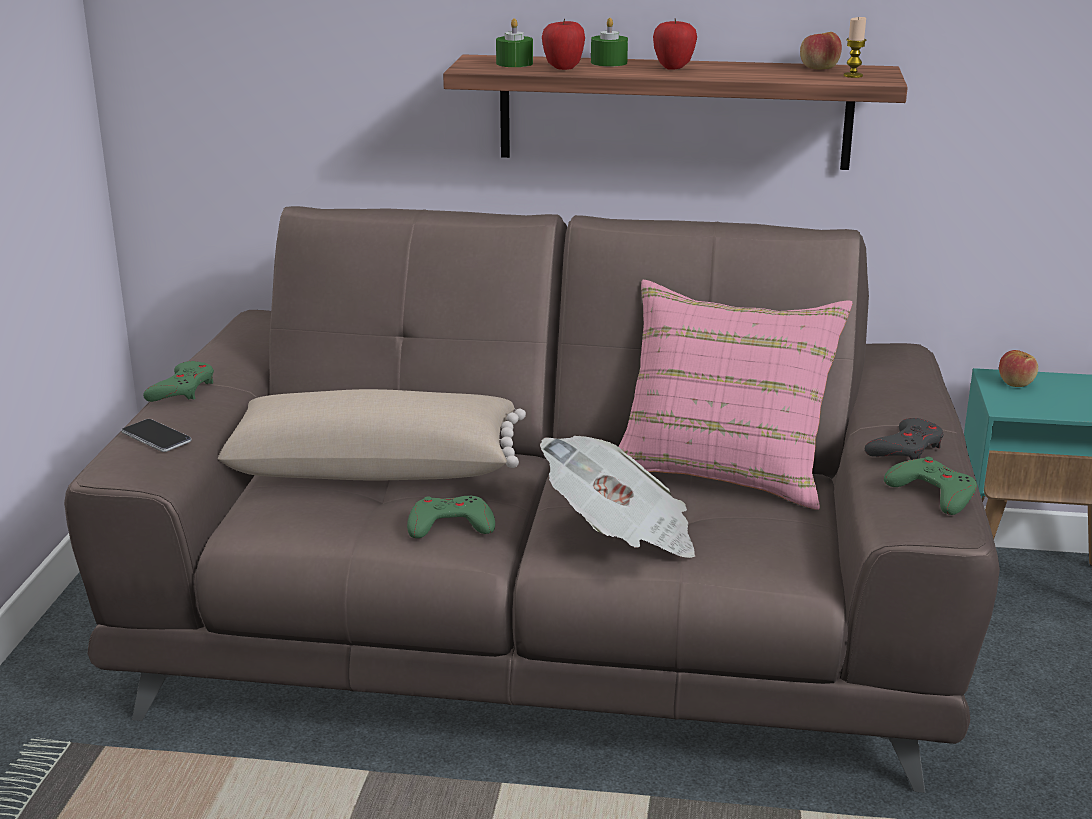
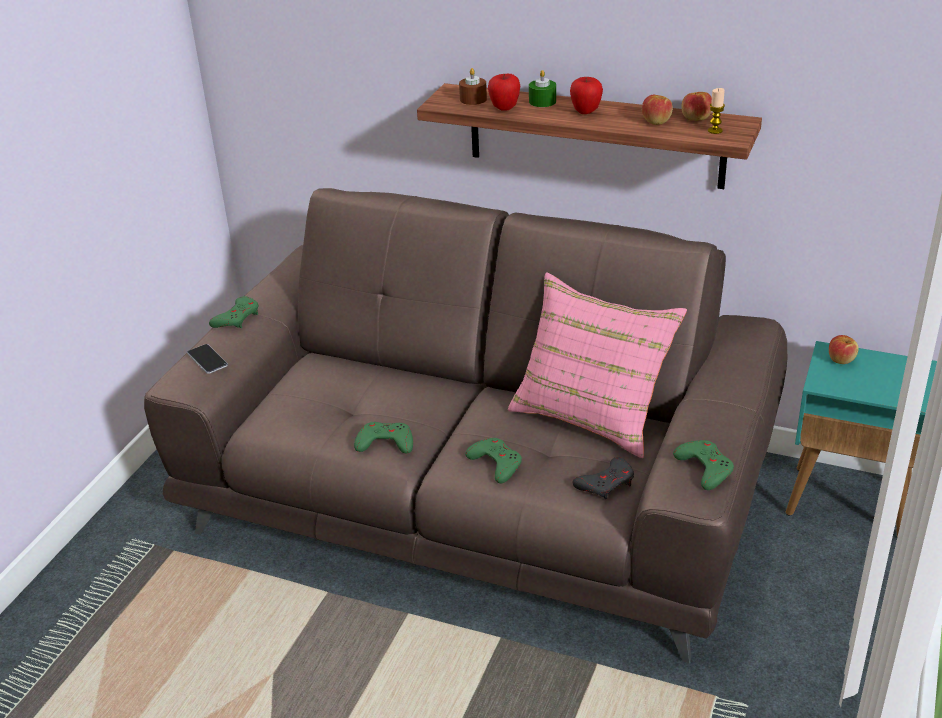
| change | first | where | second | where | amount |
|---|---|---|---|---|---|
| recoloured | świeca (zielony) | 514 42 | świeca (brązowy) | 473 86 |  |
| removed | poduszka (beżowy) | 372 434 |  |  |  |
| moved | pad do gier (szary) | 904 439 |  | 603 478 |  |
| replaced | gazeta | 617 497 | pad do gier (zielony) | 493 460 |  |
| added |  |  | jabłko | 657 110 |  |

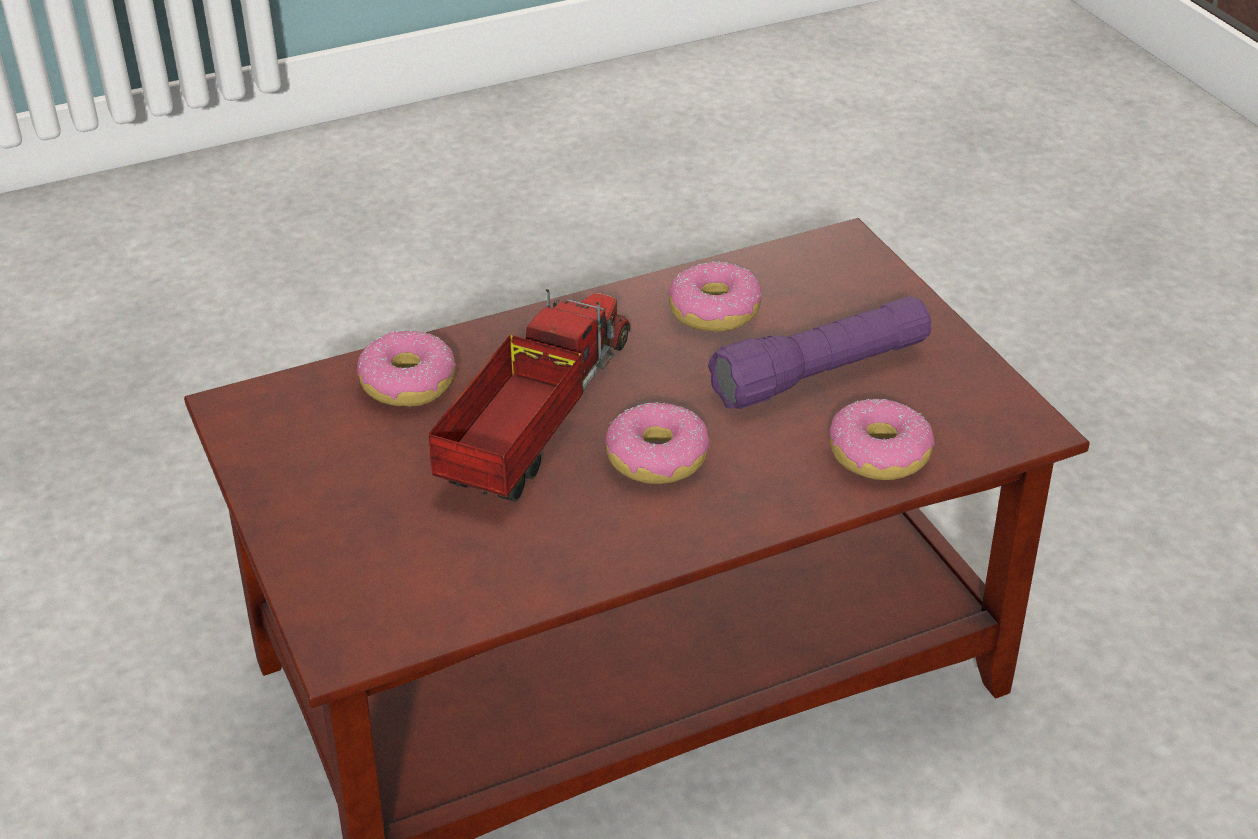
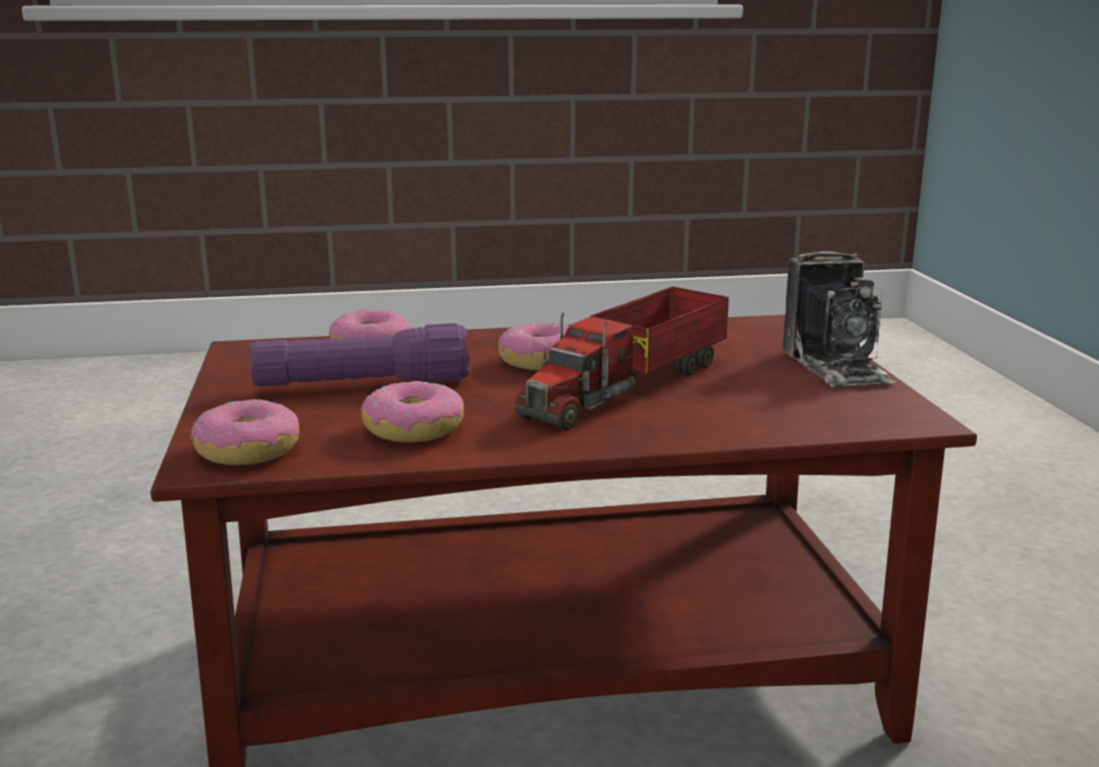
| change | first | where | second | where | amount |
|---|---|---|---|---|---|
| moved | donut | 406 368 |  | 245 432 |  |
| added |  |  | aparat fotograficzny | 839 319 |  |

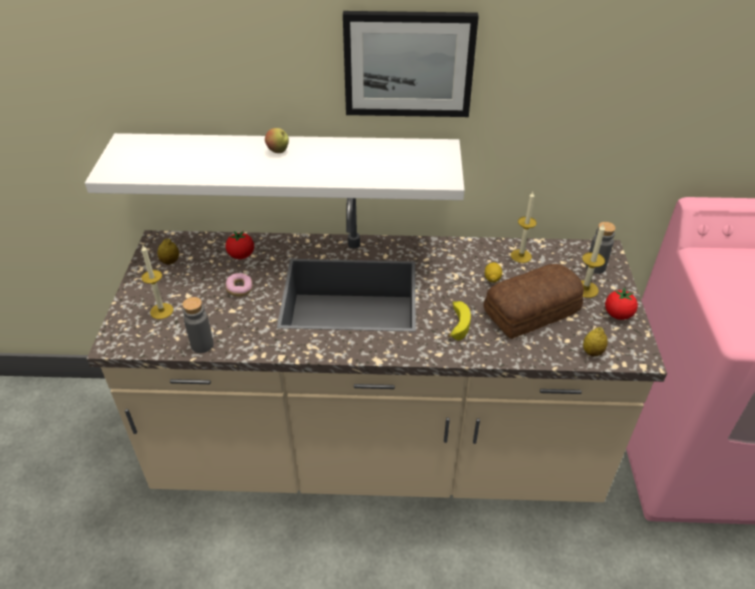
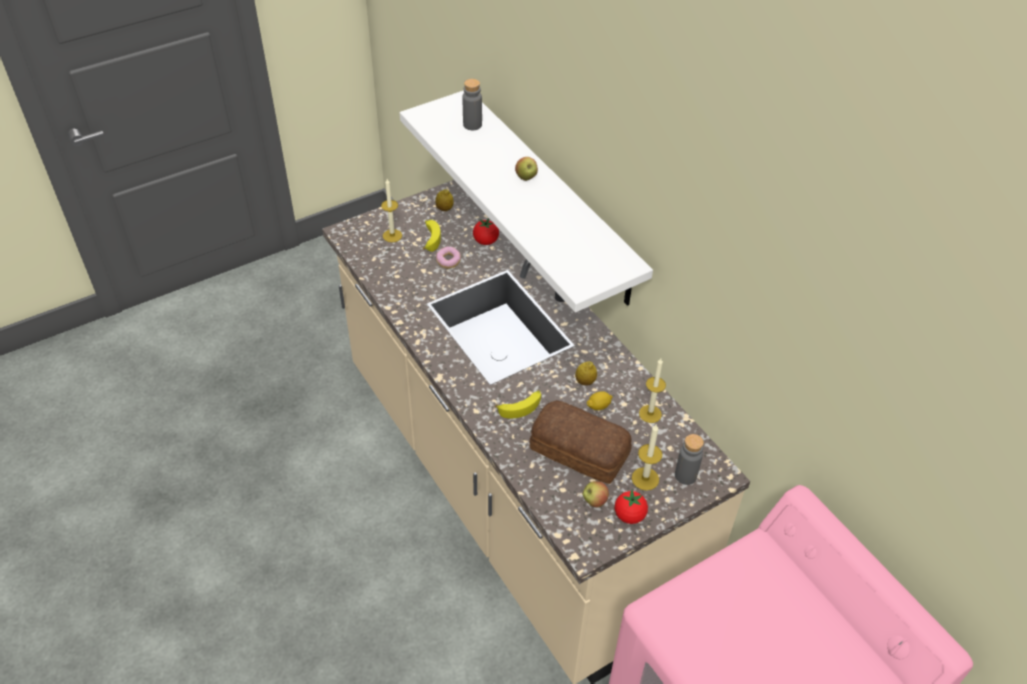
| change | first | where | second | where | amount |
|---|---|---|---|---|---|
| removed | obraz | 411 64 |  |  |  |
| moved | butelka (szary) | 198 325 |  | 472 104 |  |
| moved | cytryna | 595 342 |  | 586 373 |  |
| added |  |  | banan | 432 236 |  |
| added |  |  | jabłko | 596 494 |  |

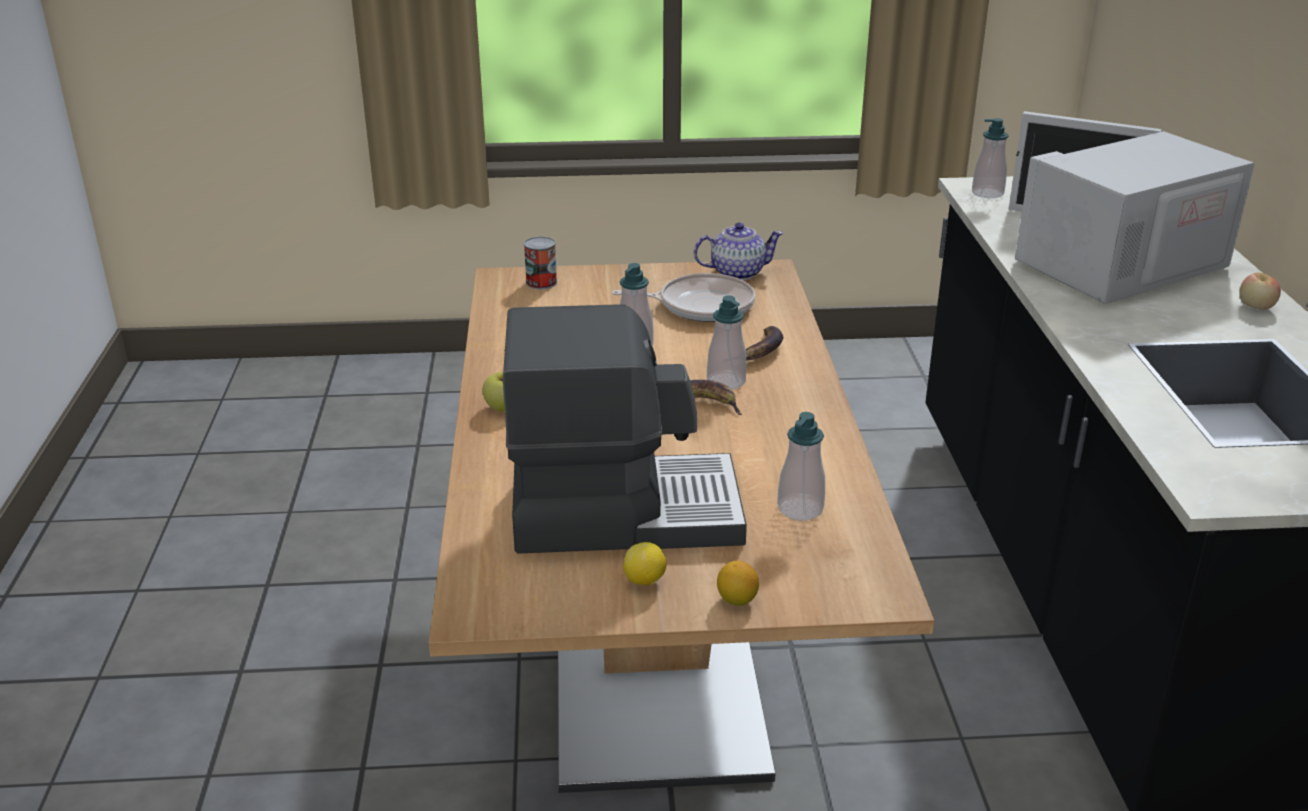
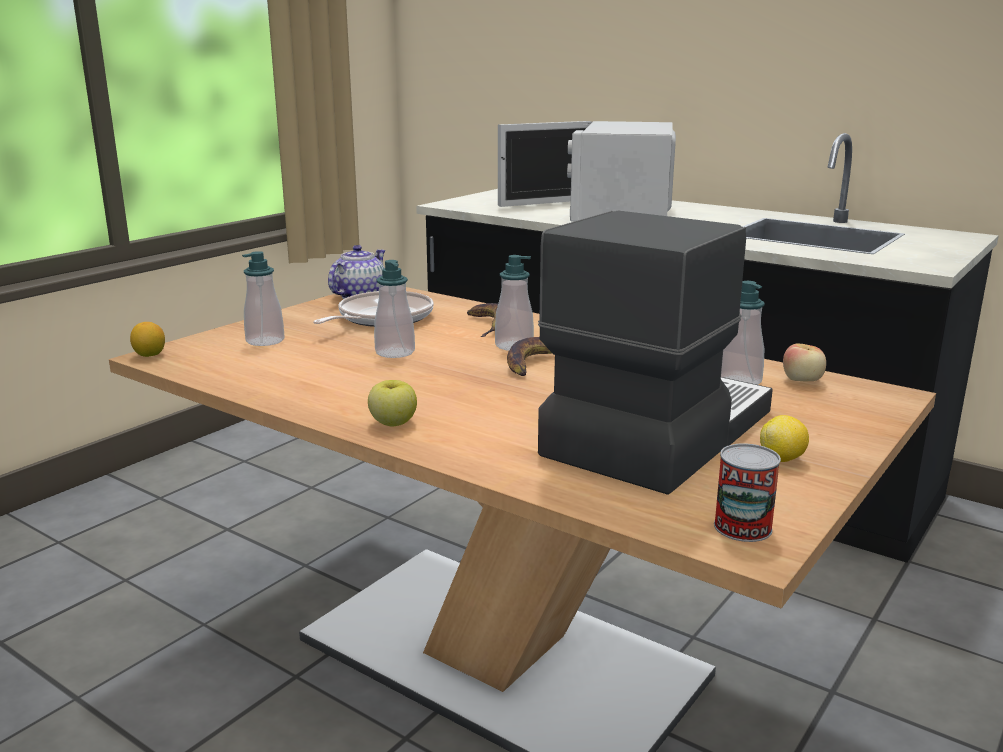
| change | first | where | second | where | amount |
|---|---|---|---|---|---|
| moved | dozownik mydła | 990 158 |  | 263 298 |  |
| moved | puszka | 540 262 |  | 747 493 |  |
| moved | jabłko | 1260 291 |  | 804 362 |  |
| moved | cytryna | 738 583 |  | 147 339 |  |

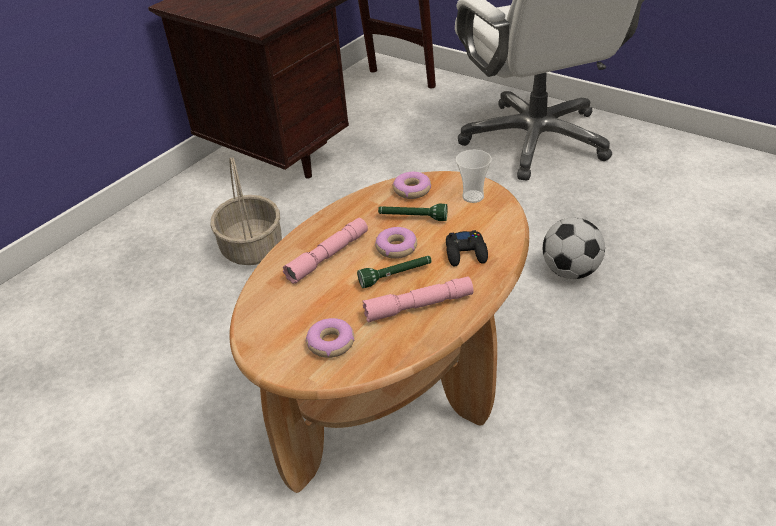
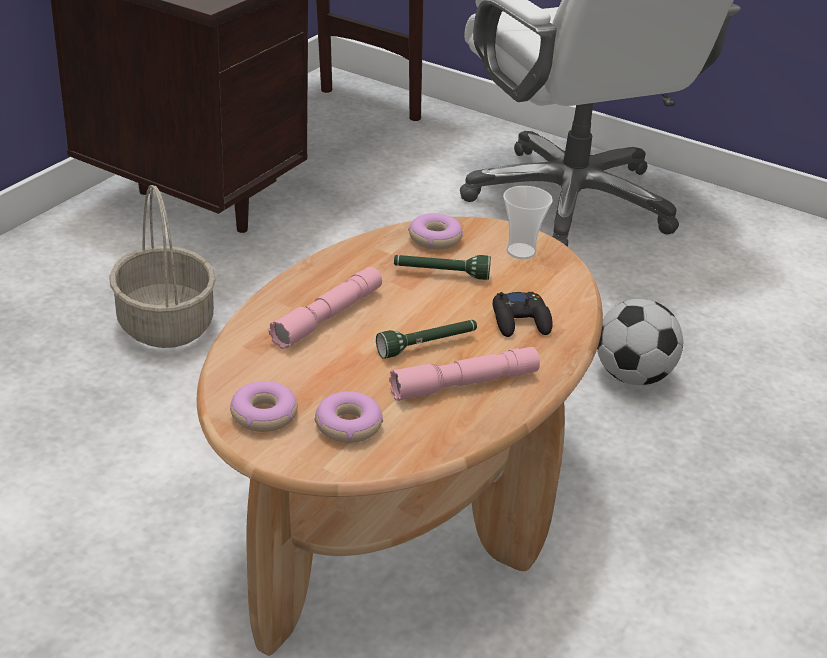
| change | first | where | second | where | amount |
|---|---|---|---|---|---|
| moved | donut | 396 243 |  | 264 406 |  |

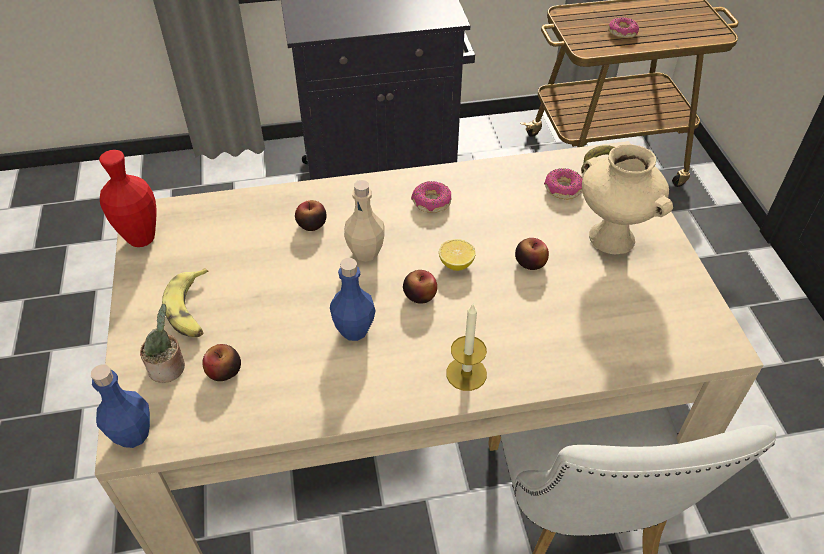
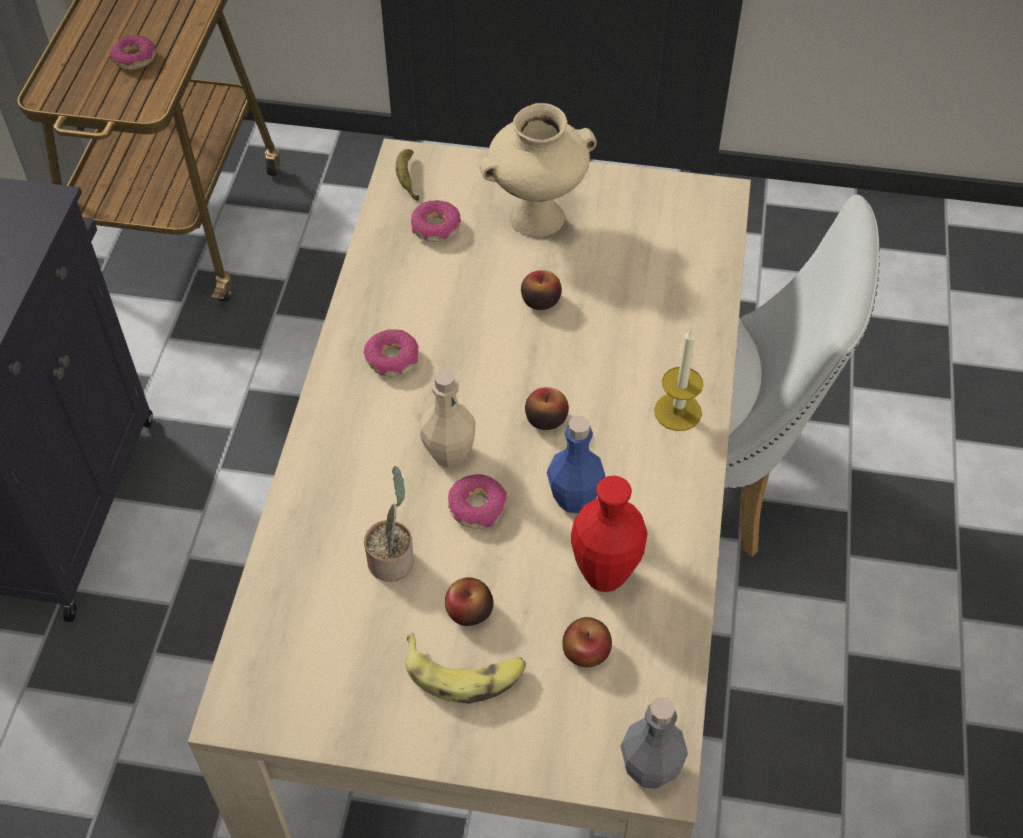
| change | first | where | second | where | amount |
|---|---|---|---|---|---|
| moved | wazon (czerwony) | 127 198 |  | 609 533 |  |
| moved | jabłko | 311 215 |  | 469 601 |  |
| removed | cytryna | 457 255 |  |  |  |
| moved | roślina doniczkowa | 162 343 |  | 389 523 |  |
| recoloured | butelka (niebieski) | 120 406 | butelka (szary) | 654 743 |  |
| added |  |  | donut | 477 501 |  |

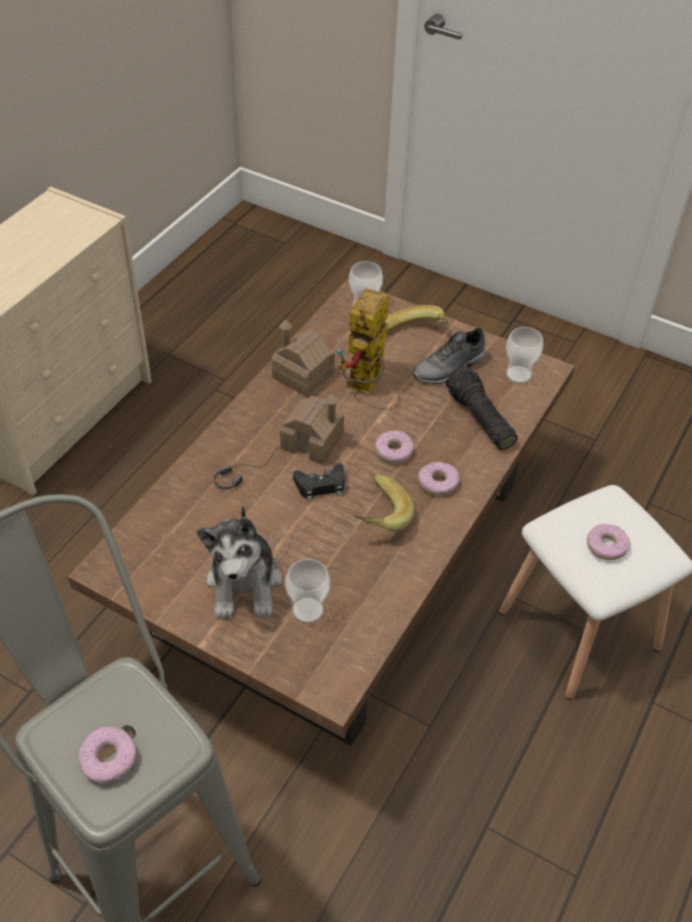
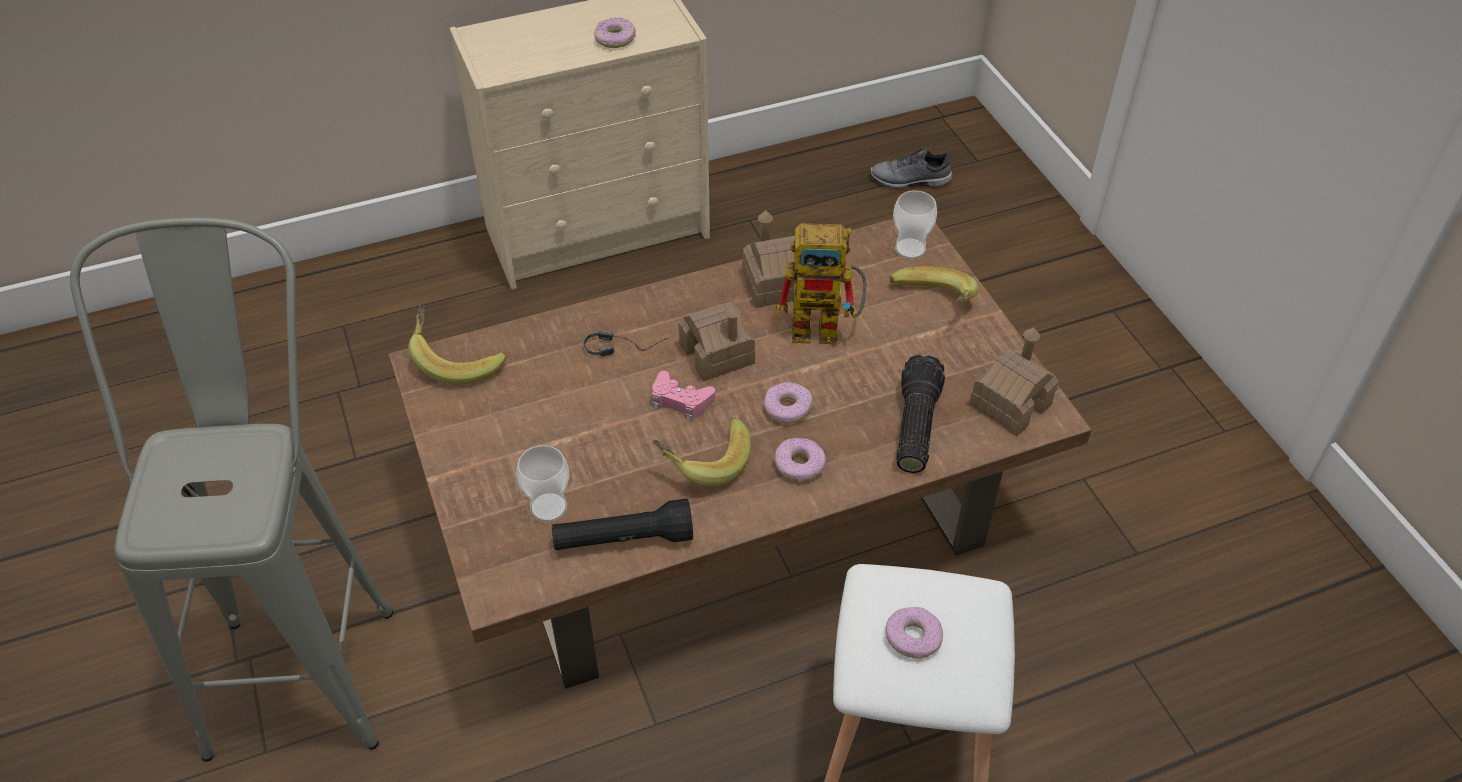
| change | first | where | second | where | amount |
|---|---|---|---|---|---|
| turned | robot zabawkowy | 363 341 |  | 821 284 | 150 degrees counterclockwise |
| replaced | filiżanka | 524 355 | domek | 1014 381 |  |
| moved | but (szary) | 449 356 |  | 911 168 |  |
| recoloured | pad do gier (czarny) | 319 482 | pad do gier (różowy) | 683 396 |  |
| removed | pluszak | 239 562 |  |  |  |
| moved | donut | 107 755 |  | 615 32 |  |
| added |  |  | banan | 457 344 |  |
| added |  |  | latarka (czarny) | 622 524 |  |

